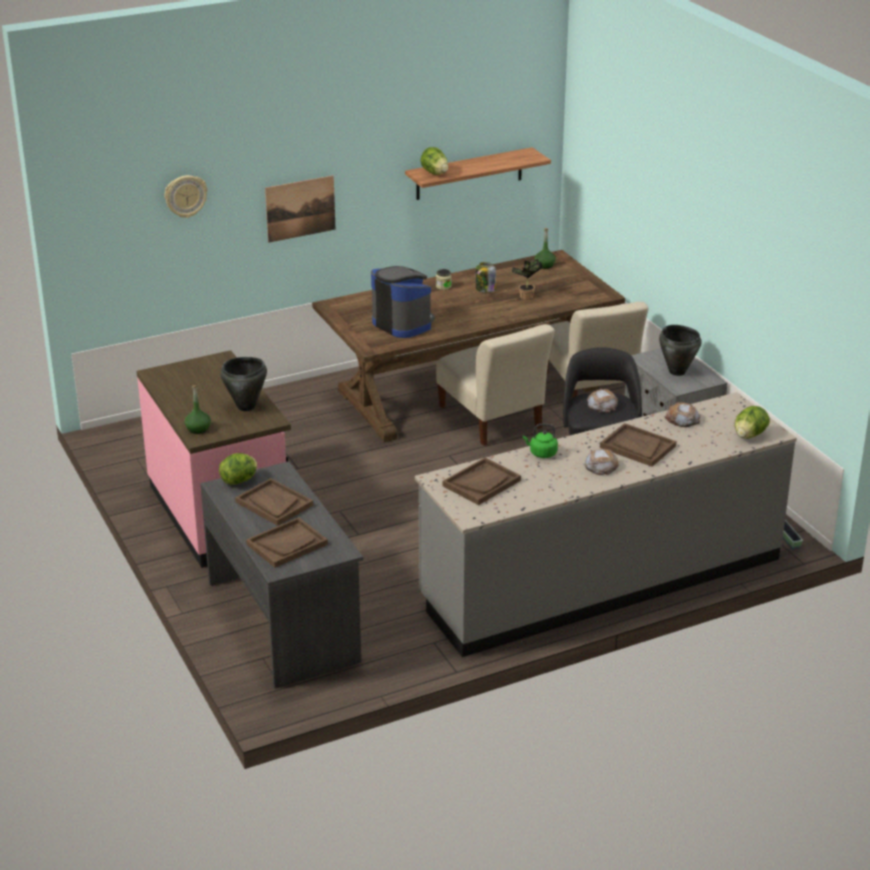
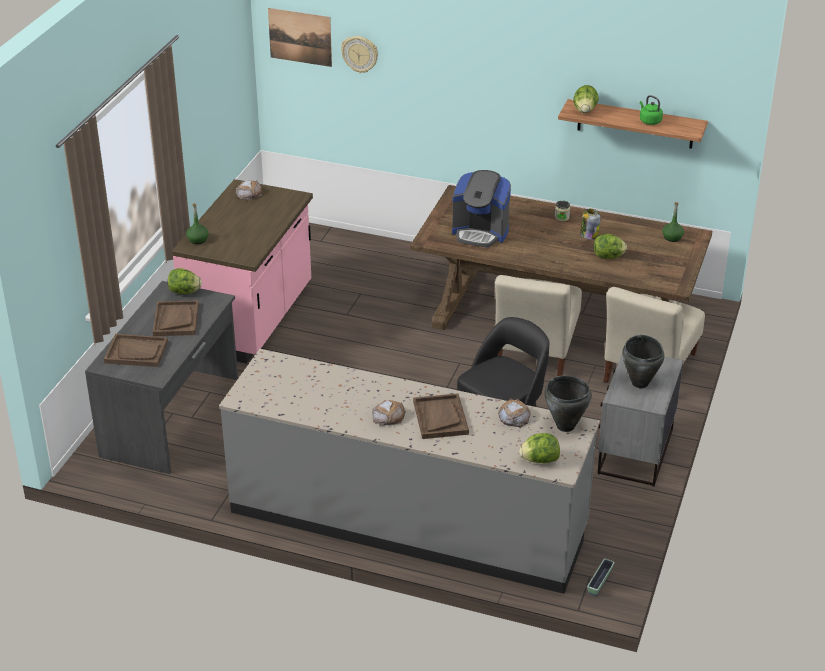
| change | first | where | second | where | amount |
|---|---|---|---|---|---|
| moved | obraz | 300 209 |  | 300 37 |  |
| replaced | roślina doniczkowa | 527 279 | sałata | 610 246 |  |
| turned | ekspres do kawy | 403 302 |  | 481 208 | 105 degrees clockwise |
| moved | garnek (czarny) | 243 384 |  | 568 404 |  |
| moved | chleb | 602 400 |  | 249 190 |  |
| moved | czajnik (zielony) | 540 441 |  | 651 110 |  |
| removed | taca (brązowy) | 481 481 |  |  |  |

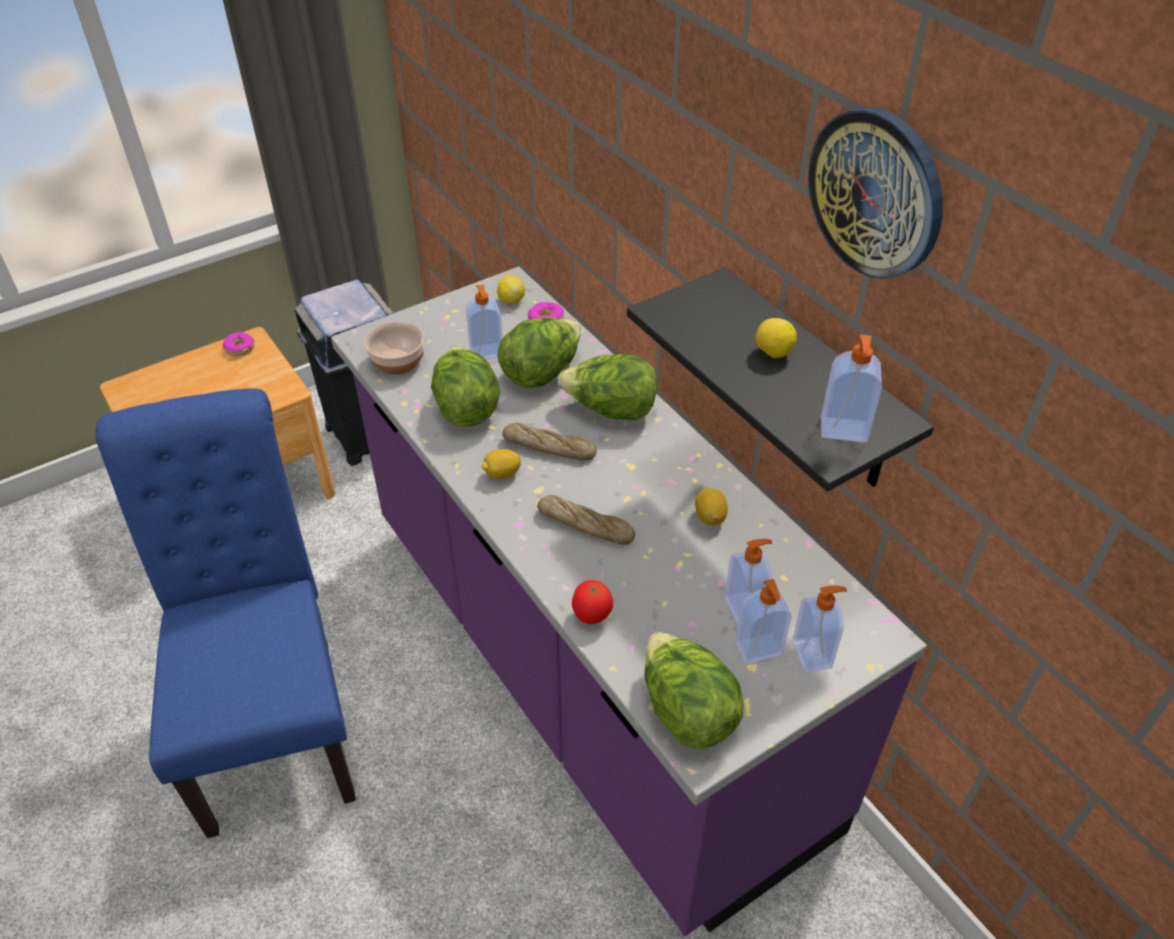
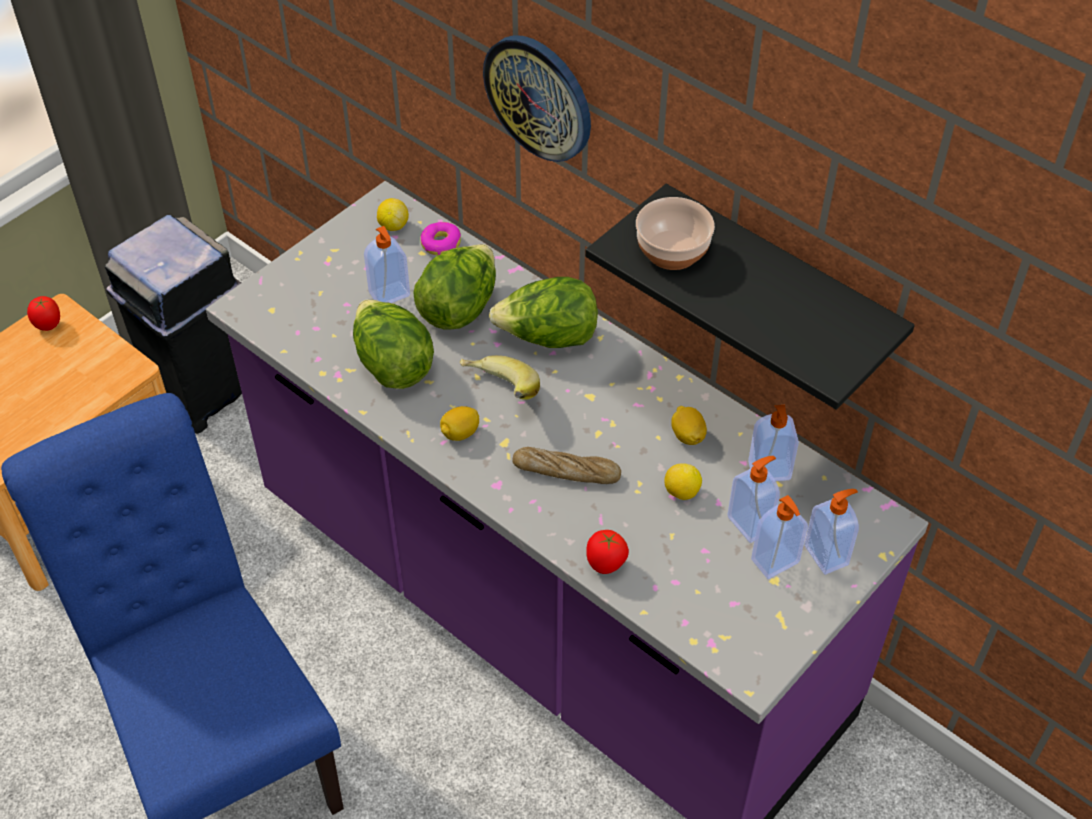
| change | first | where | second | where | amount |
|---|---|---|---|---|---|
| moved | zegar ścienny | 875 193 |  | 537 98 |  |
| moved | cytryna | 776 338 |  | 683 481 |  |
| moved | miska | 394 348 |  | 675 233 |  |
| replaced | donut | 239 344 | pomidor | 43 313 |  |
| moved | dozownik mydła | 851 388 |  | 773 443 |  |
| replaced | chleb | 549 441 | banan | 500 377 |  |
| removed | sałata | 694 691 |  |  |  |

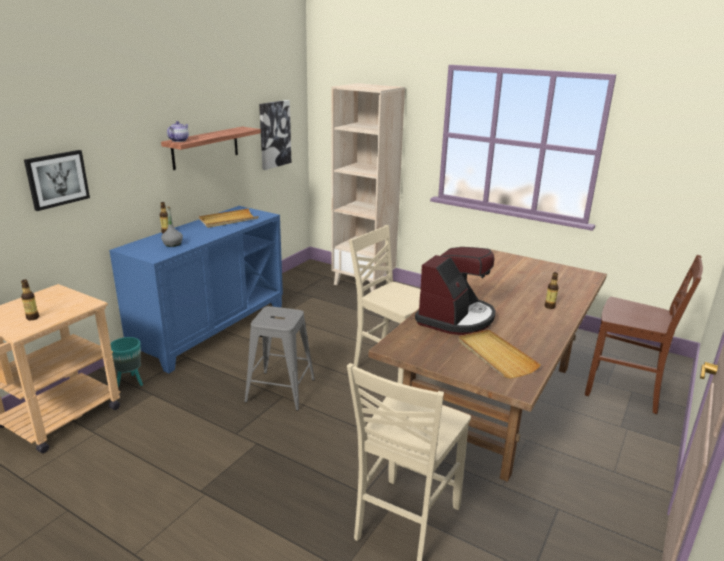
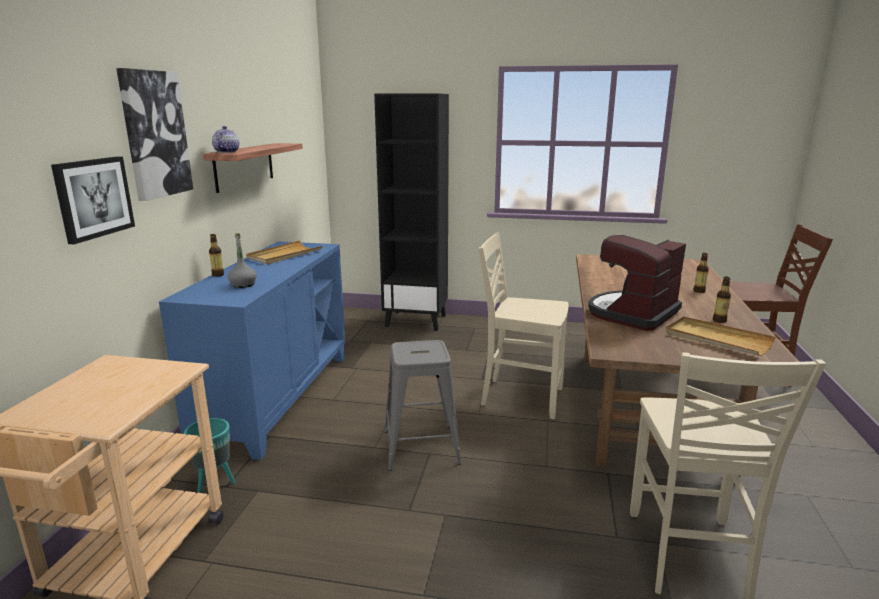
| change | first | where | second | where | amount |
|---|---|---|---|---|---|
| recoloured | regał (beżowy) | 368 187 | regał (czarny) | 411 212 |  |
| moved | obraz | 275 135 |  | 154 134 |  |
| turned | ekspres do kawy | 455 291 |  | 637 283 | 150 degrees counterclockwise |
| moved | butelka | 30 299 |  | 722 300 |  |

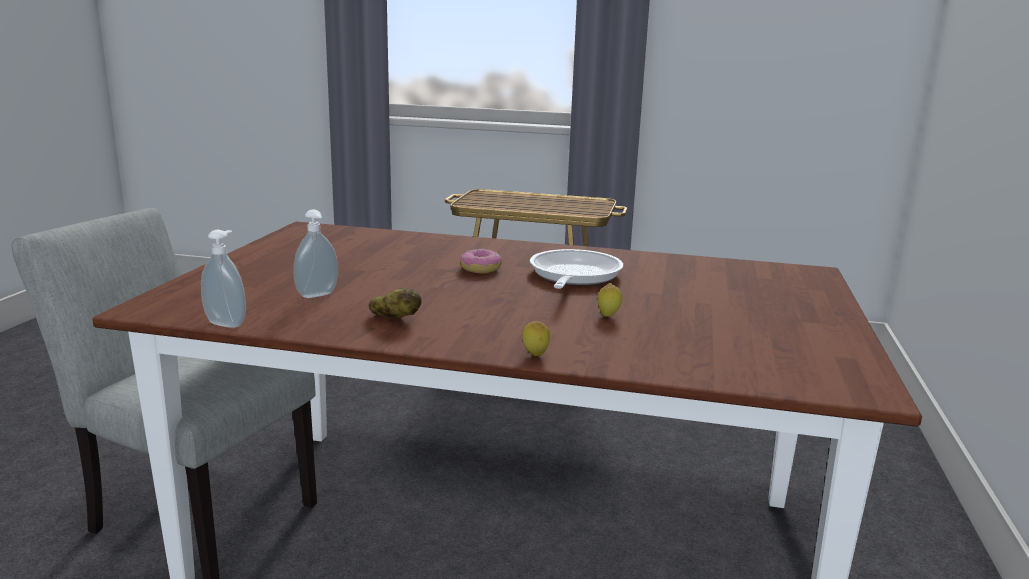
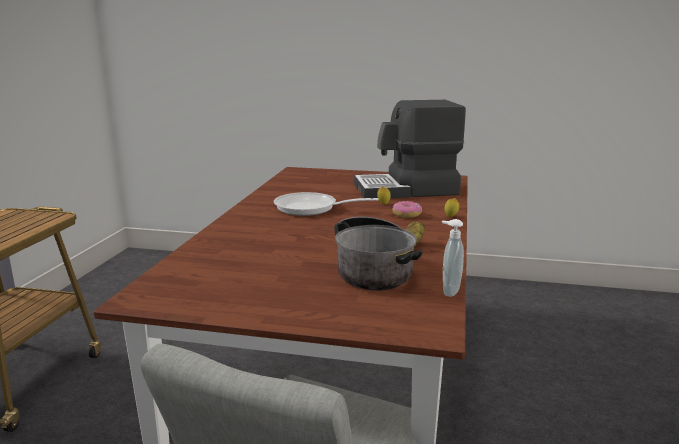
| change | first | where | second | where | amount |
|---|---|---|---|---|---|
| replaced | dozownik mydła | 315 253 | garnek | 378 254 |  |
| moved | donut | 481 261 |  | 407 209 |  |
| added |  |  | ekspres do kawy | 410 149 |  |

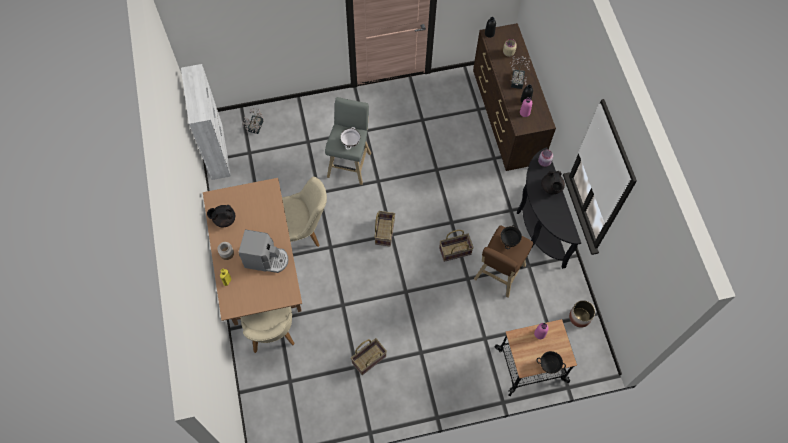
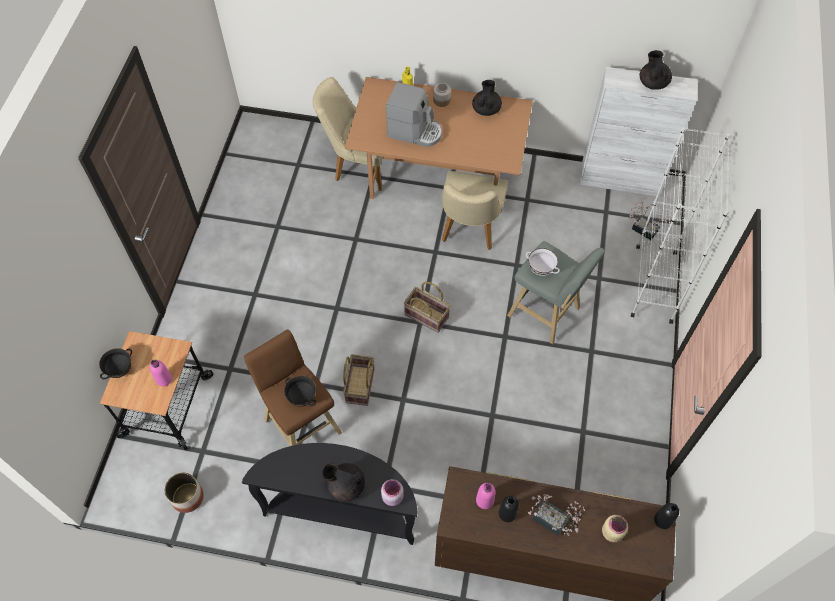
| change | first | where | second | where | amount |
|---|---|---|---|---|---|
| turned | ekspres do kawy | 263 251 |  | 414 114 | 105 degrees counterclockwise |
| removed | koszyk | 369 356 |  |  |  |
| added |  |  | imbryk (czarny) | 656 70 |  |
| added |  |  | regał (biały) | 680 225 |  |

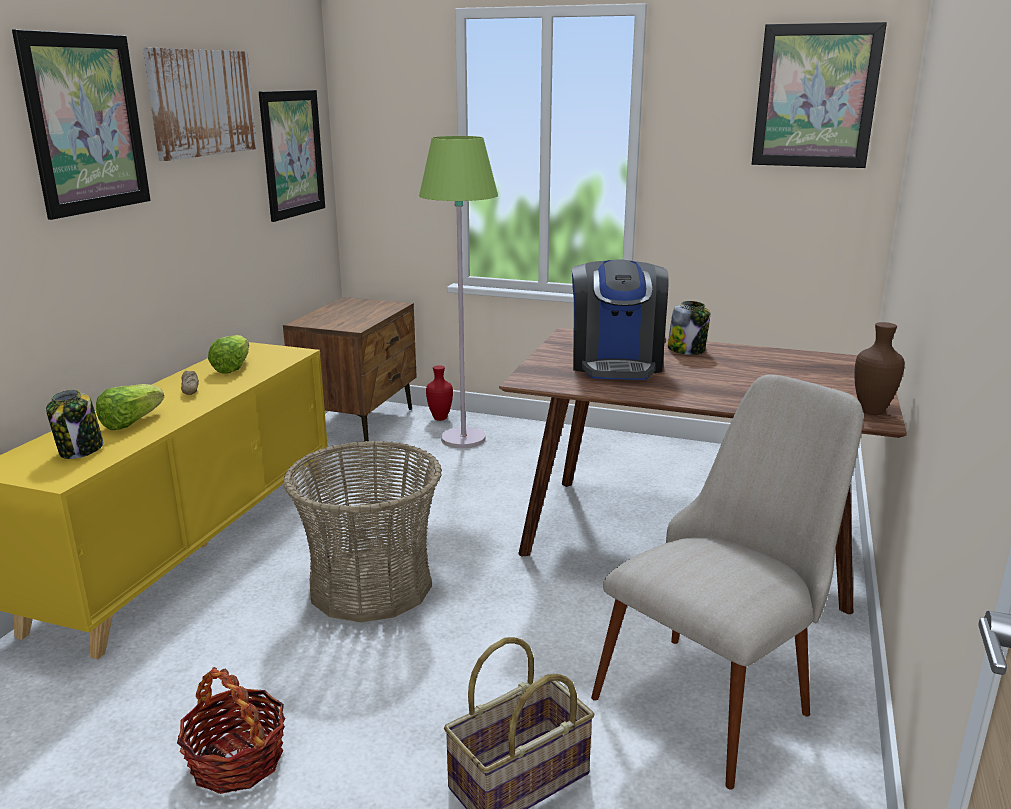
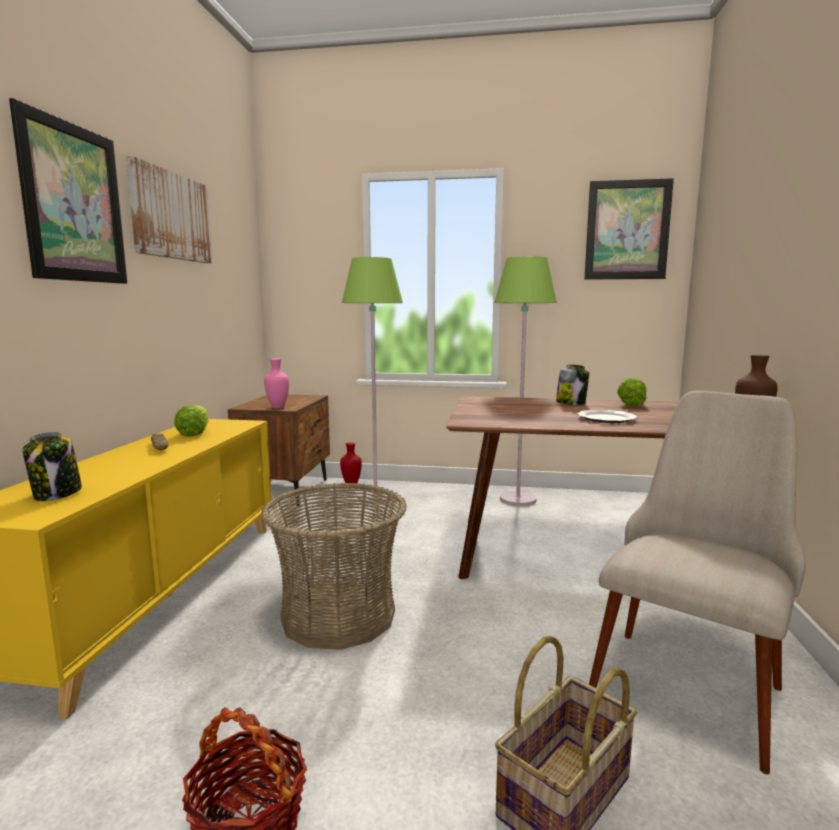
| change | first | where | second | where | amount |
|---|---|---|---|---|---|
| removed | obraz | 292 156 |  |  |  |
| removed | ekspres do kawy | 620 320 |  |  |  |
| moved | sałata | 130 407 |  | 632 391 |  |
| added |  |  | lampa stojąca (zielony) | 525 381 |  |
| added |  |  | wazon (różowy) | 276 383 |  |
| added |  |  | talerz | 607 416 |  |

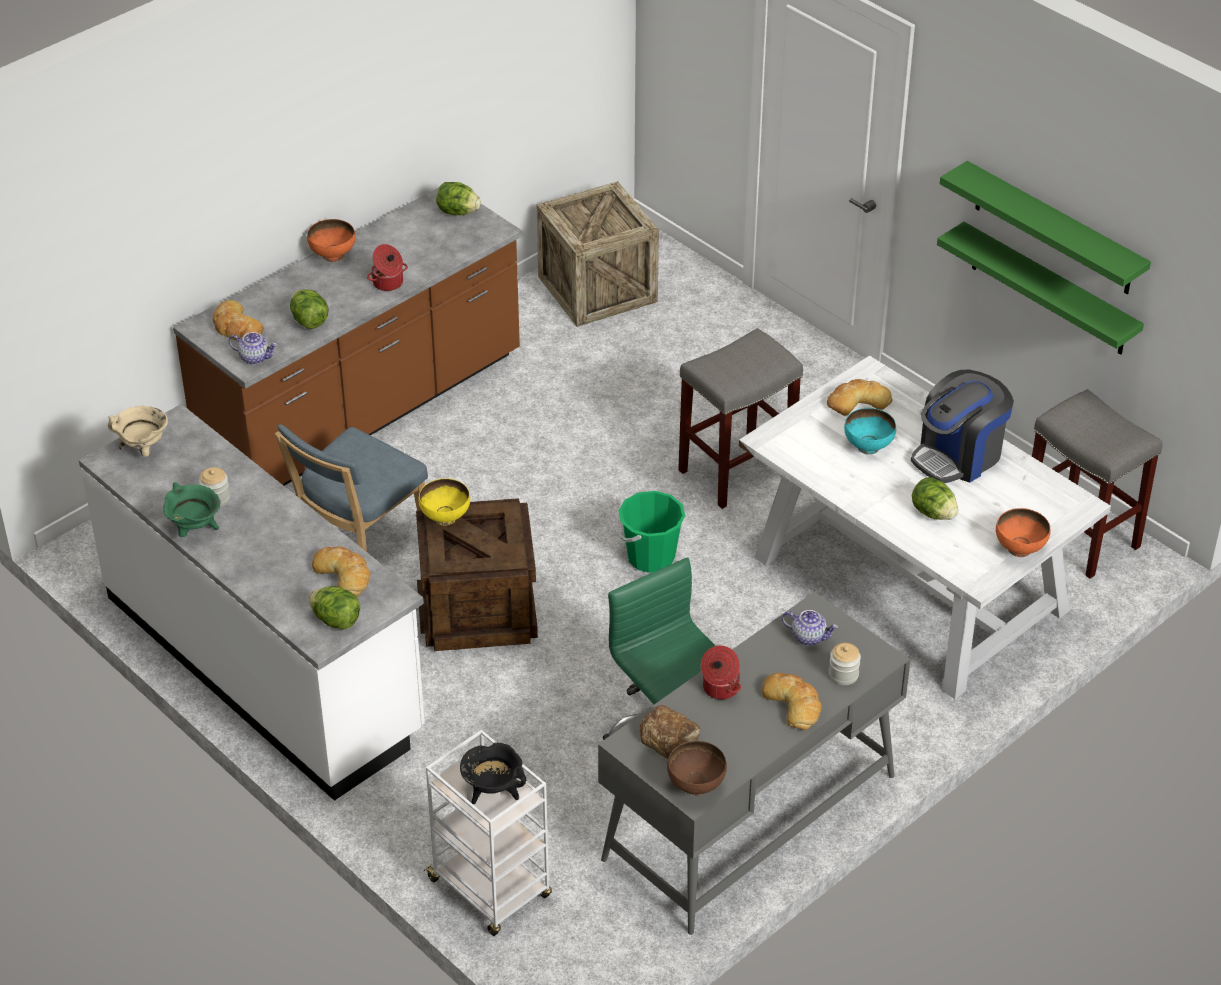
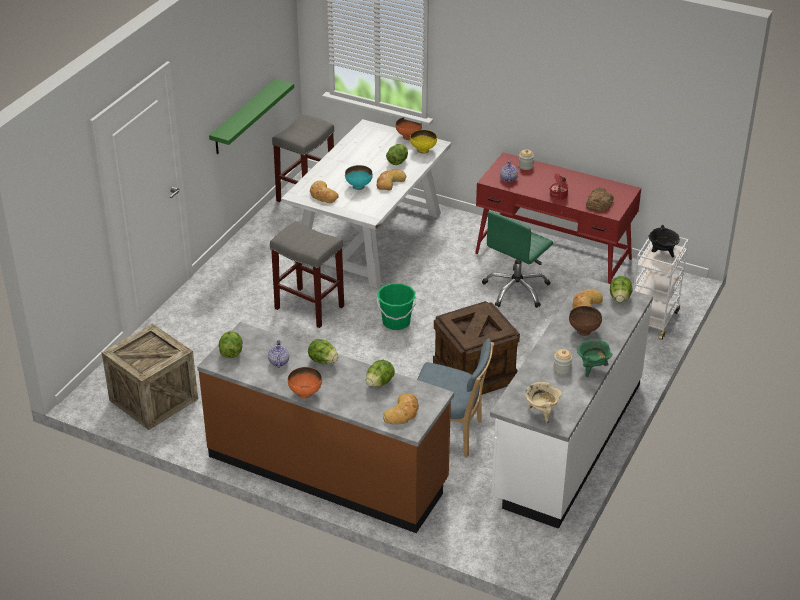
| change | first | where | second | where | amount |
|---|---|---|---|---|---|
| removed | półka (zielony) | 1045 227 |  |  |  |
| replaced | garnek | 387 267 | sałata | 323 351 |  |
| moved | imbryk | 252 348 |  | 278 354 |  |
| removed | ekspres do kawy | 962 426 |  |  |  |
| moved | miska (żółty) | 444 501 |  | 423 142 |  |
| recoloured | biurko (szary) | 754 763 | biurko (czerwony) | 558 218 |  |
| moved | chleb | 792 701 |  | 391 180 |  |
| moved | miska (brązowy) | 697 768 |  | 585 321 |  |

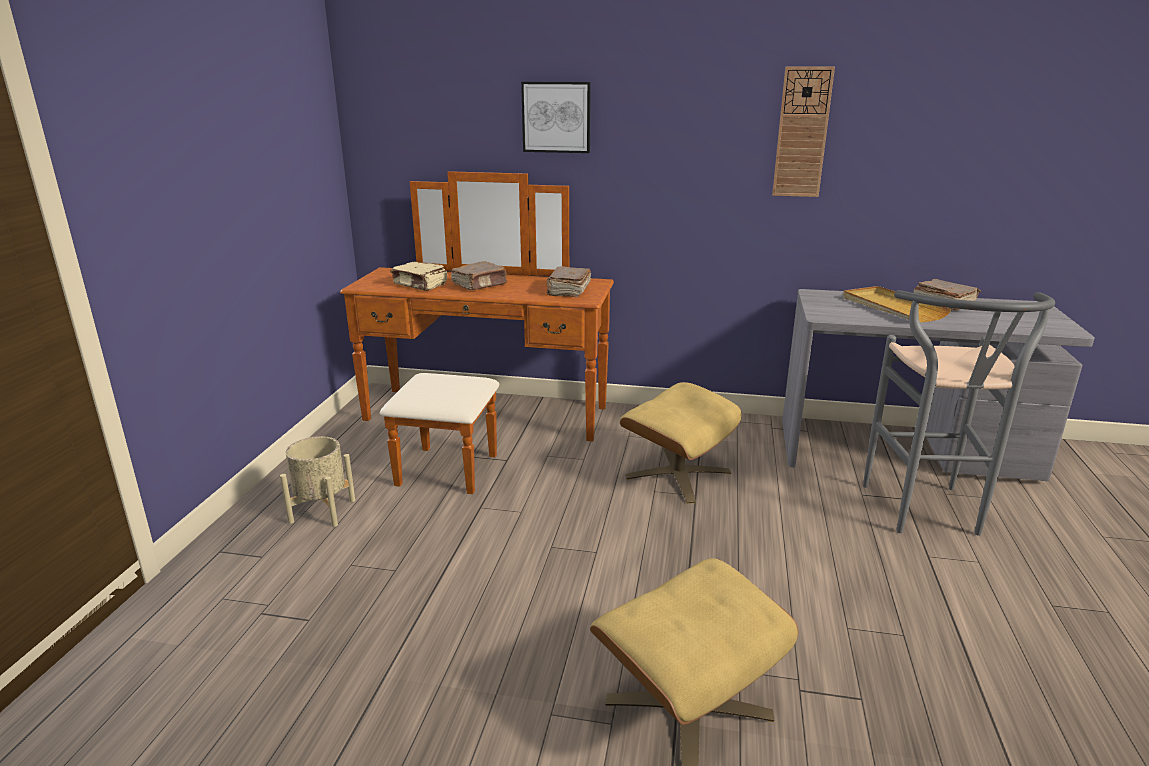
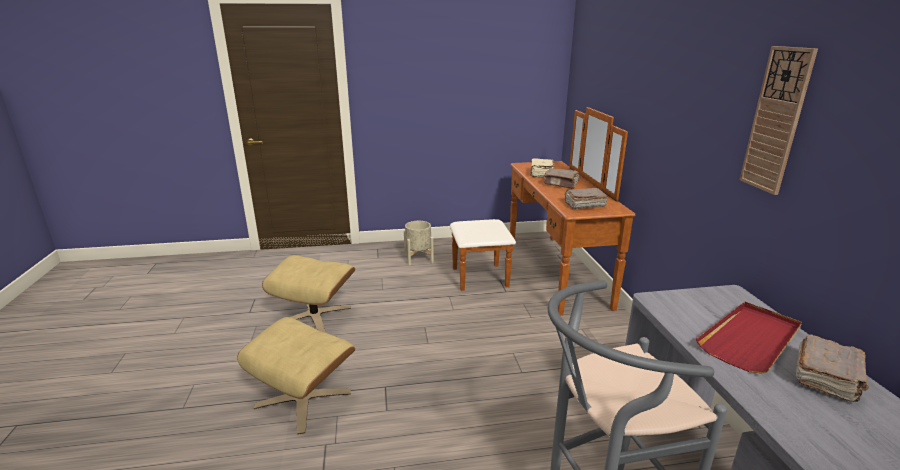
| change | first | where | second | where | amount |
|---|---|---|---|---|---|
| removed | obraz | 556 117 |  |  |  |
| recoloured | taca (beżowy) | 897 304 | taca (czerwony) | 749 338 |  |
| moved | pufa (beżowy) | 681 443 |  | 308 294 |  |

